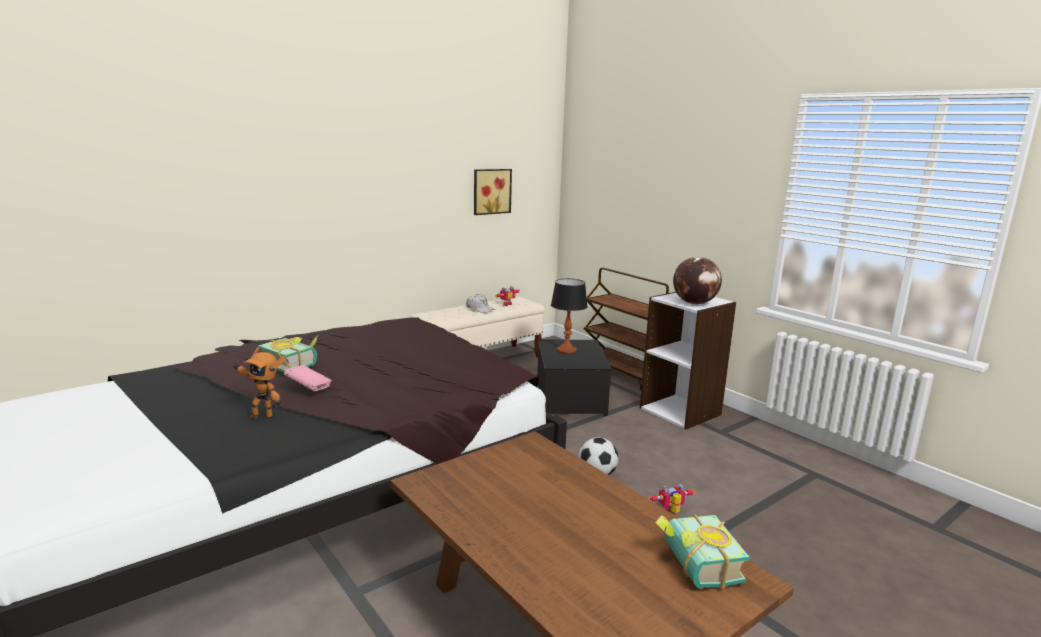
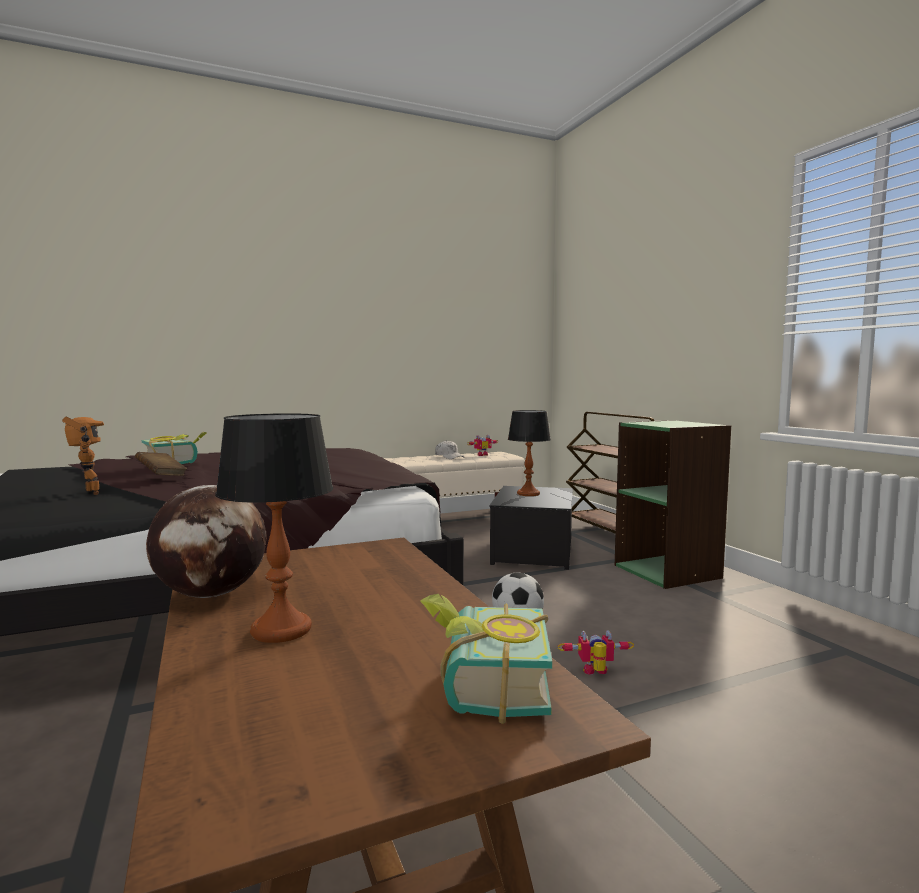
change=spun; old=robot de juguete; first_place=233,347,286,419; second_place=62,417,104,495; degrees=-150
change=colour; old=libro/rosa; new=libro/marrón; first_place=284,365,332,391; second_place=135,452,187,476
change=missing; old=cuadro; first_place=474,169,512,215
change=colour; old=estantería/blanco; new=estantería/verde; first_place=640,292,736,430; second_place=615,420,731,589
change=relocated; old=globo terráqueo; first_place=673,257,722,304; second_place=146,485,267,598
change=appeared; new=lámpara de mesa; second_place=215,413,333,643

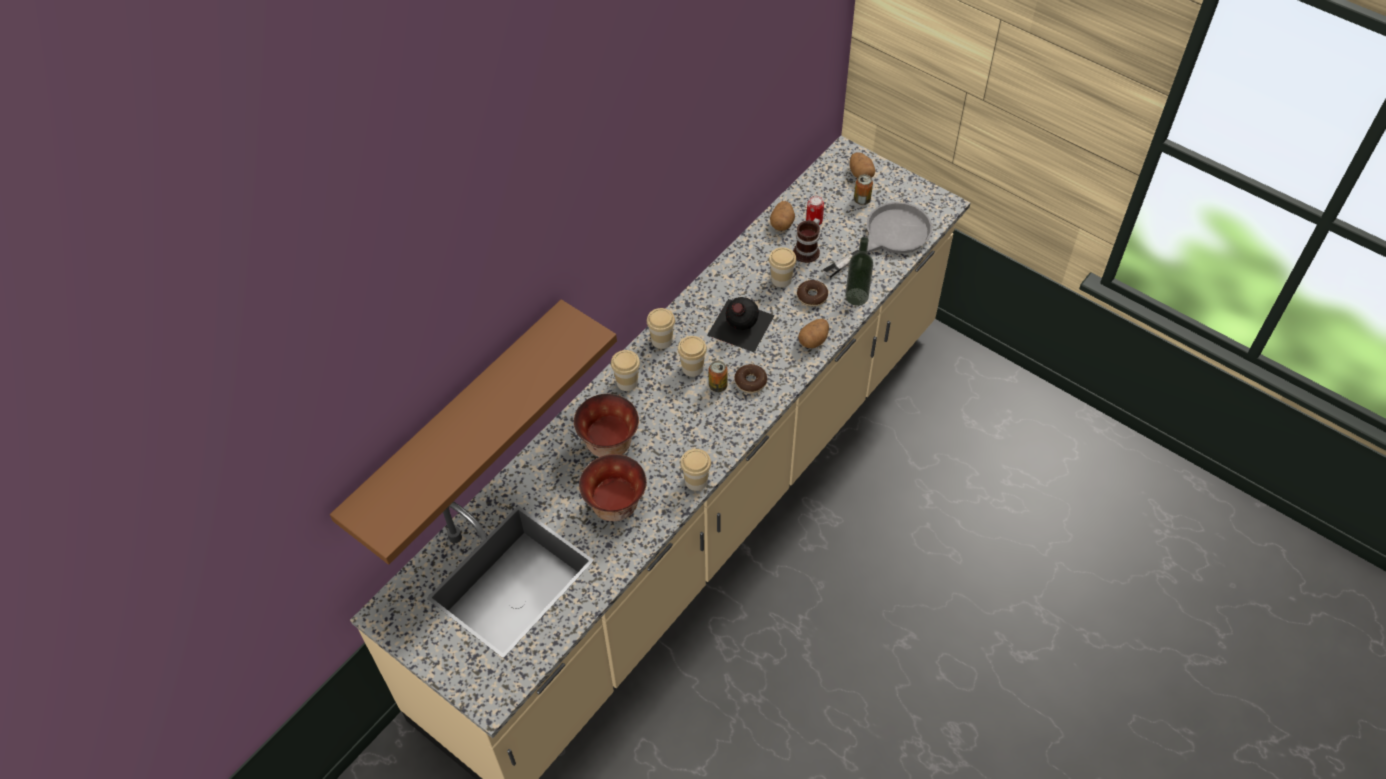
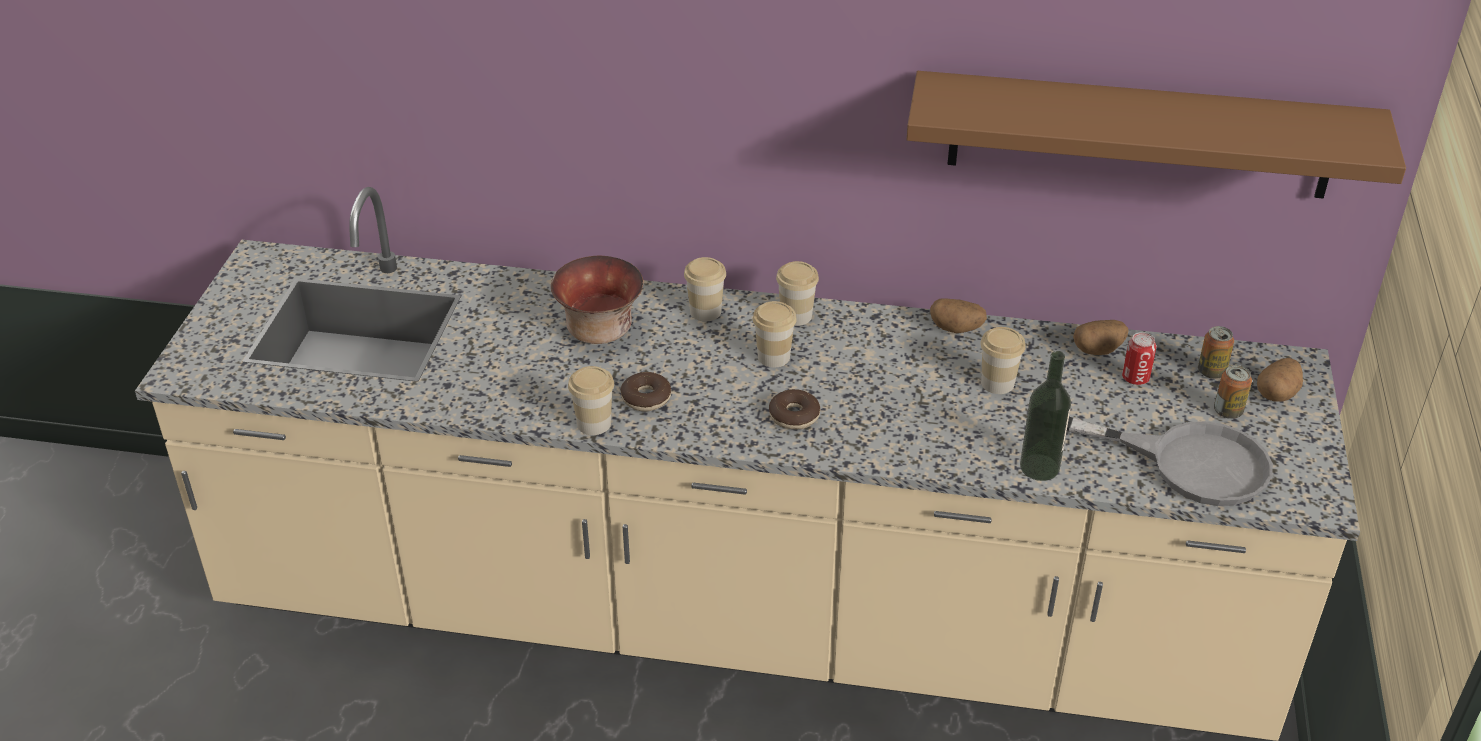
change=relocated; old=estante/marrón; first_place=330,299,617,565; second_place=906,71,1406,199
change=missing; old=cuenco; first_place=579,454,647,521
change=missing; old=botella/negro; first_place=707,297,775,352
change=relocated; old=lata; first_place=708,361,728,392; second_place=1198,326,1234,379
change=missing; old=taza grande; first_place=793,218,820,263
change=relocated; old=rosquilla; first_place=797,280,828,307; second_place=621,372,671,411
change=relocated; old=patata; first_place=798,319,829,348; second_place=930,299,987,333

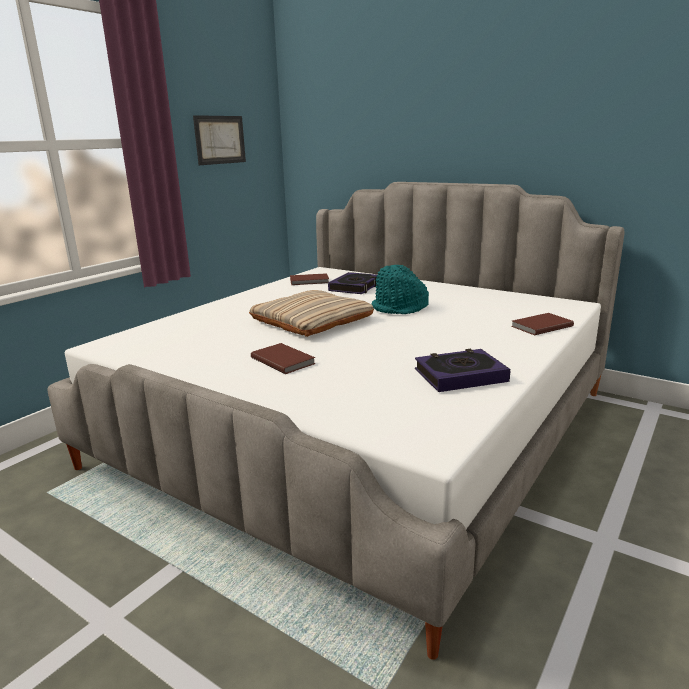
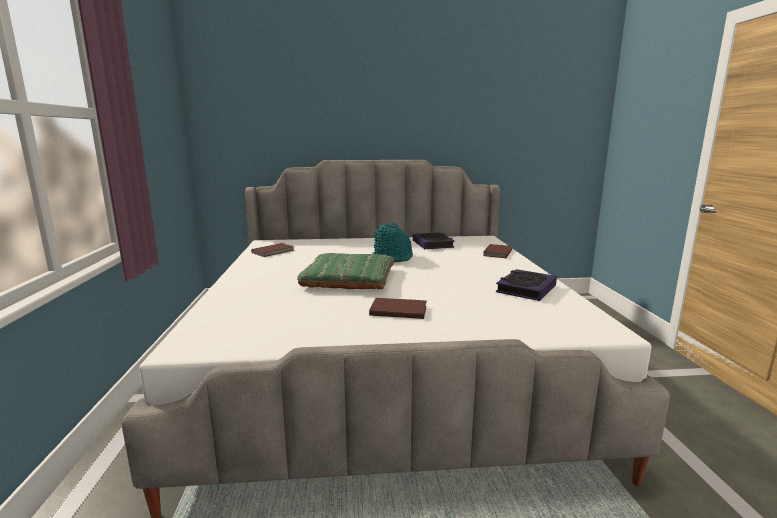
change=missing; old=cuadro; first_place=193,115,246,165
change=colour; old=cojín/beis; new=cojín/verde; first_place=249,290,374,337; second_place=297,253,394,289
change=relocated; old=libro; first_place=328,272,377,294; second_place=413,232,455,249

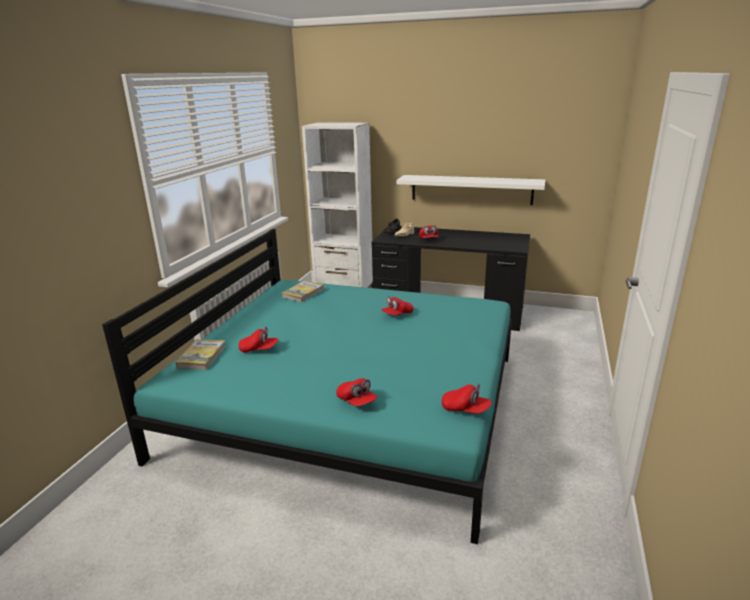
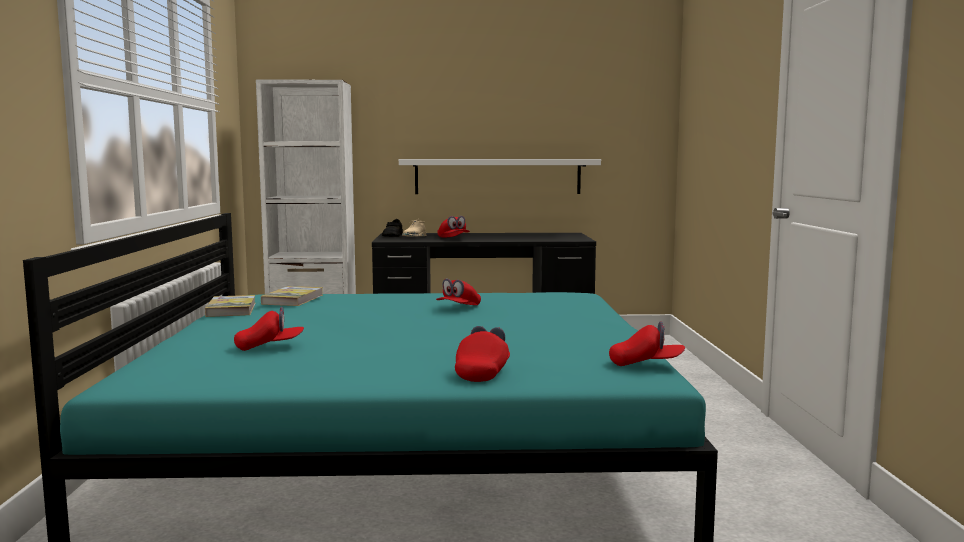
change=relocated; old=libro; first_place=175,339,226,370; second_place=205,295,256,317
change=spun; old=gorra/rojo; first_place=336,378,377,406; second_place=455,326,510,382; degrees=-105

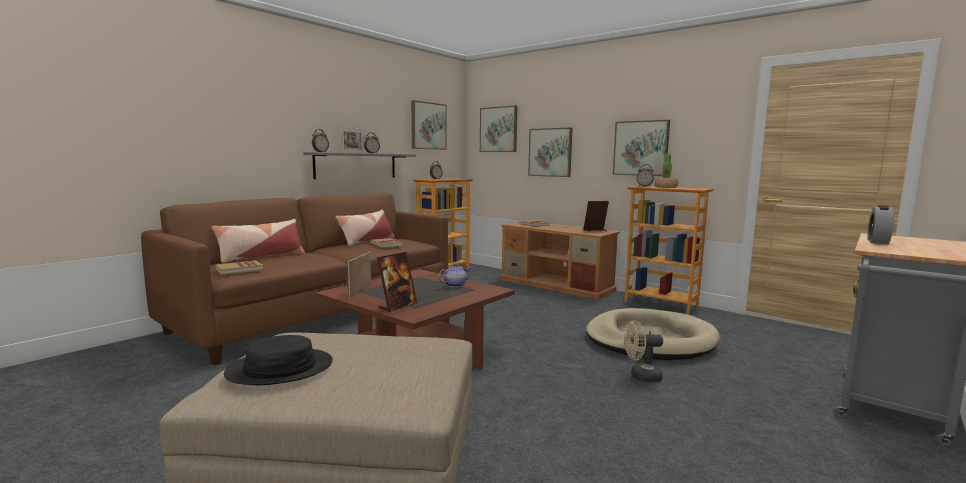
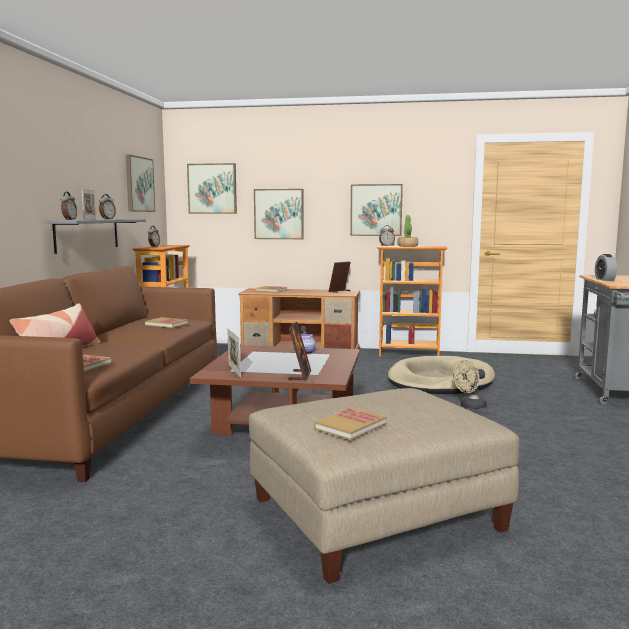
change=exchanged; old=sombrero/negro; new=libro; first_place=224,335,333,385; second_place=314,408,387,440
change=missing; old=cojín; first_place=336,210,395,246

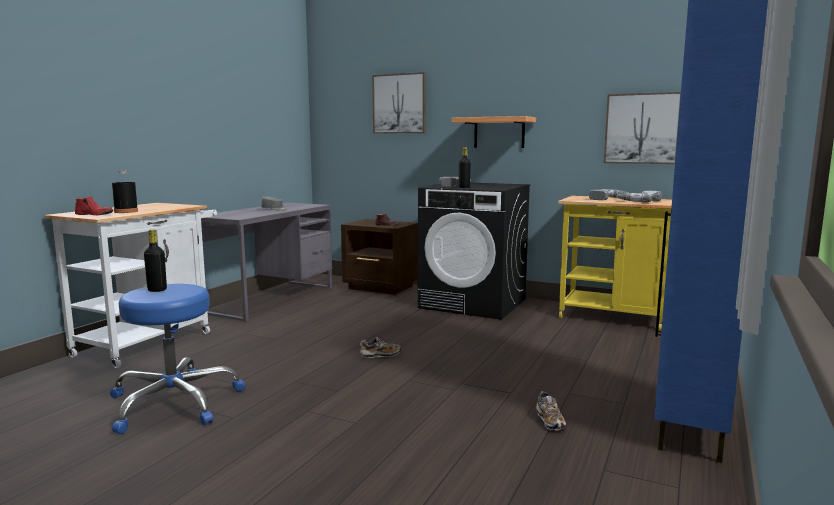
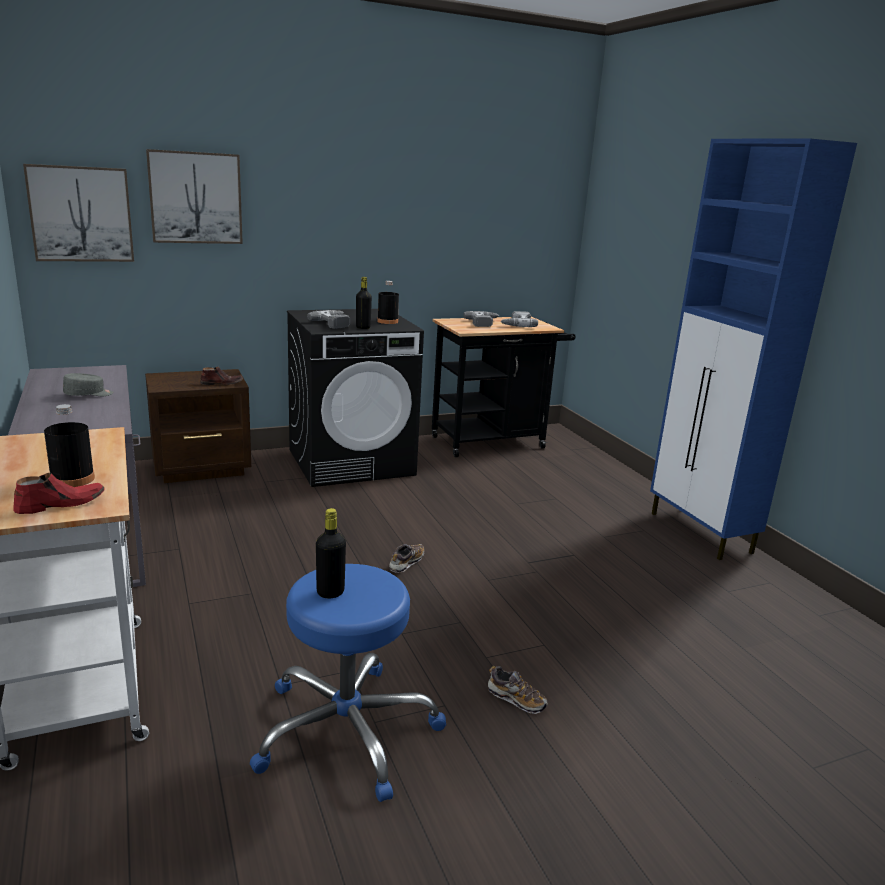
change=missing; old=estante; first_place=452,116,536,148
change=relocated; old=zapato; first_place=536,391,566,431; second_place=488,666,548,714
change=colour; old=carrito/amarillo; new=carrito/negro; first_place=558,196,672,331; second_place=432,317,576,457
change=relocated; old=cuadro; first_place=604,92,681,164; second_place=23,164,134,262
change=appeared; new=botella/negro; second_place=377,281,399,324

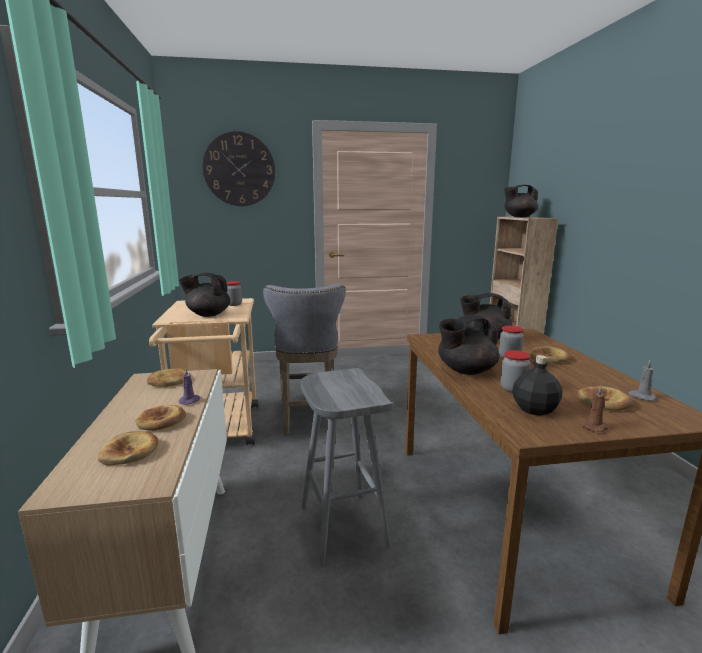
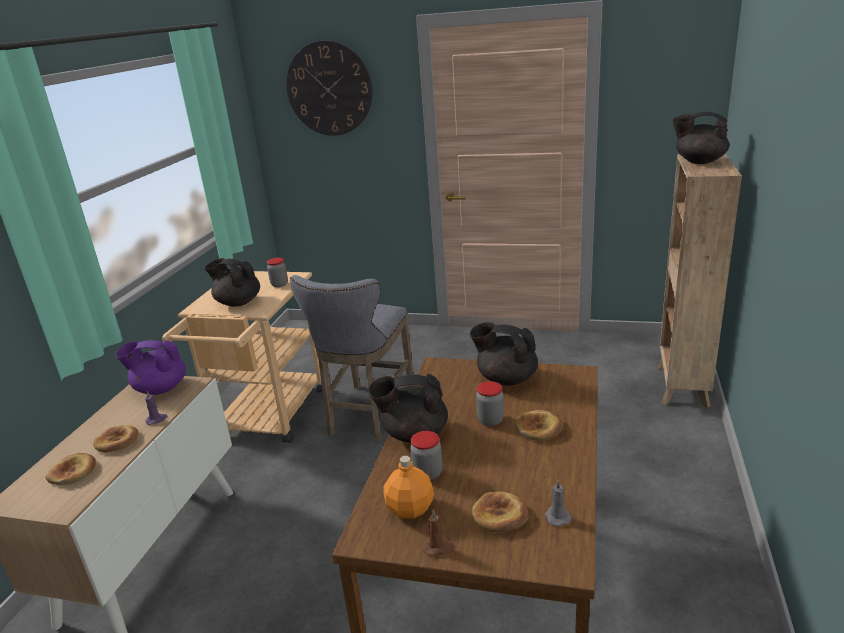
change=exchanged; old=pan; new=tetera/morado; first_place=147,368,185,387; second_place=115,340,186,395
change=missing; old=taburete/gris; first_place=301,368,394,565
change=colour; old=botella/negro; new=botella/naranja; first_place=512,355,562,416; second_place=383,456,434,518

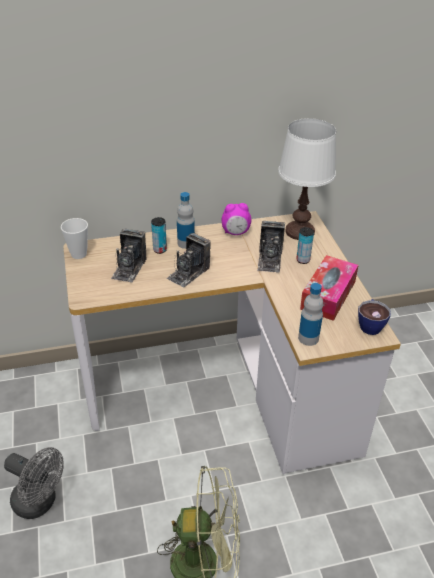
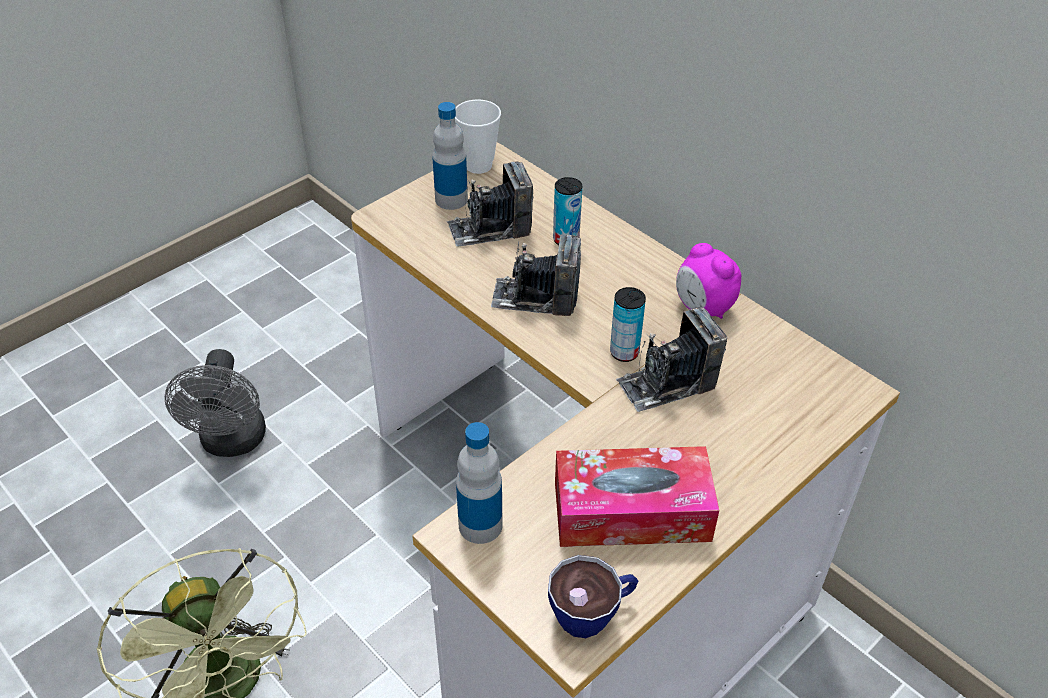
change=relocated; old=botella; first_place=177,192,195,249; second_place=432,102,468,210
change=missing; old=lámpara de mesa/blanco; first_place=278,118,336,240
change=relocated; old=lata; first_place=296,227,314,264; second_place=610,287,646,362

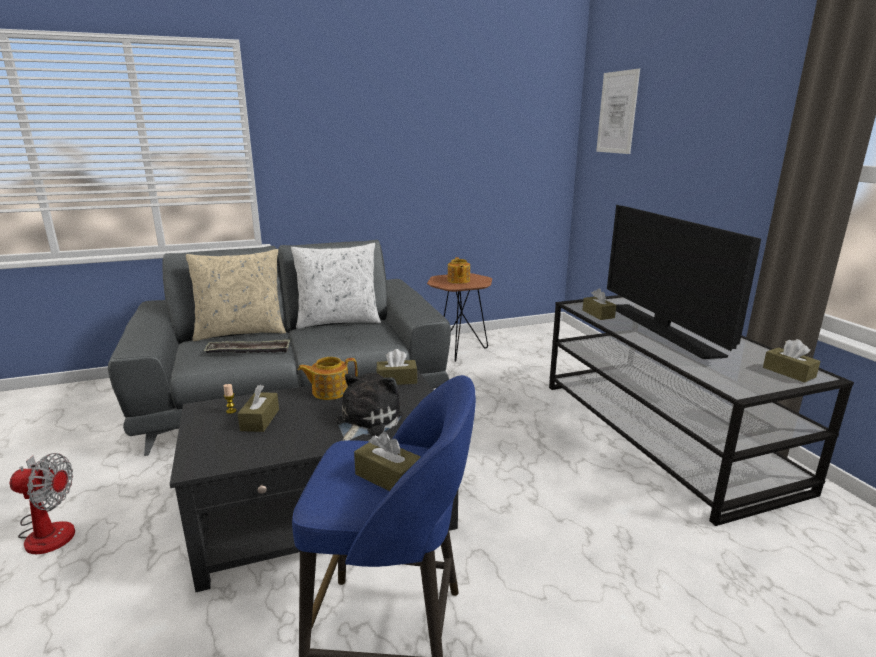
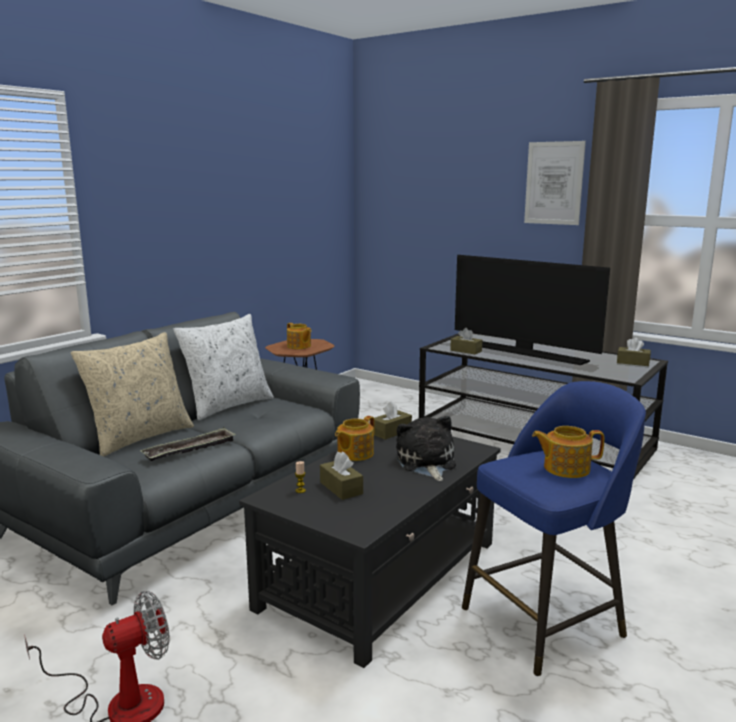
change=exchanged; old=caja de pañuelos/marrón; new=tetera; first_place=354,432,421,491; second_place=532,426,604,478
change=relocated; old=cuadro; first_place=596,69,640,154; second_place=524,141,586,225

